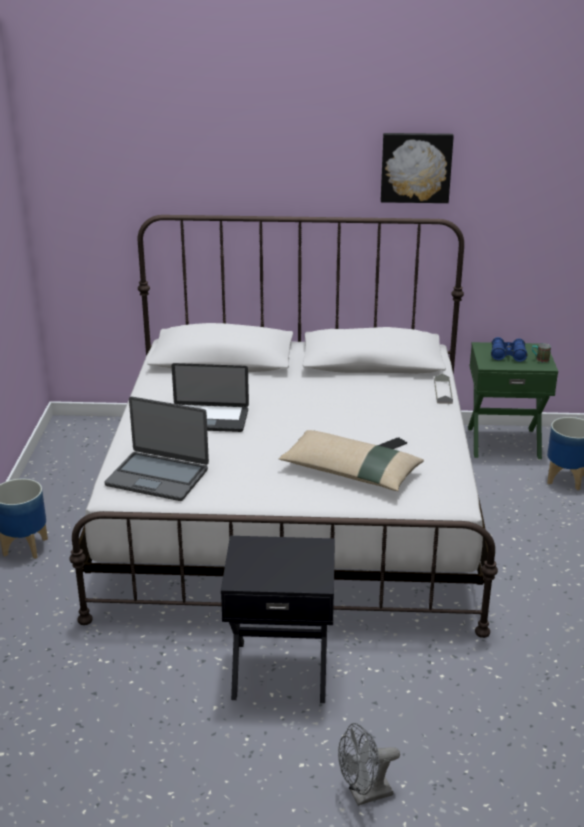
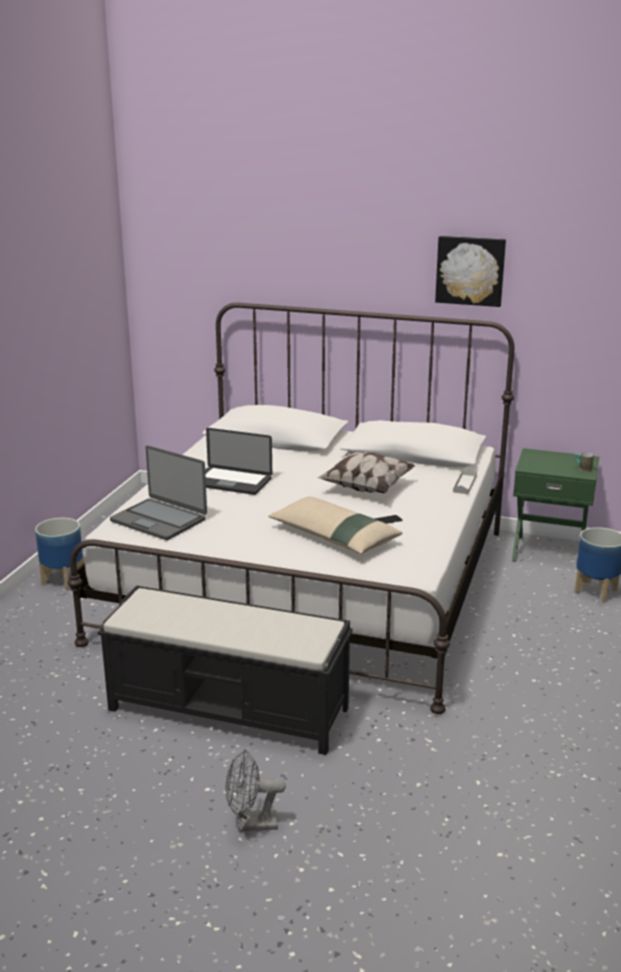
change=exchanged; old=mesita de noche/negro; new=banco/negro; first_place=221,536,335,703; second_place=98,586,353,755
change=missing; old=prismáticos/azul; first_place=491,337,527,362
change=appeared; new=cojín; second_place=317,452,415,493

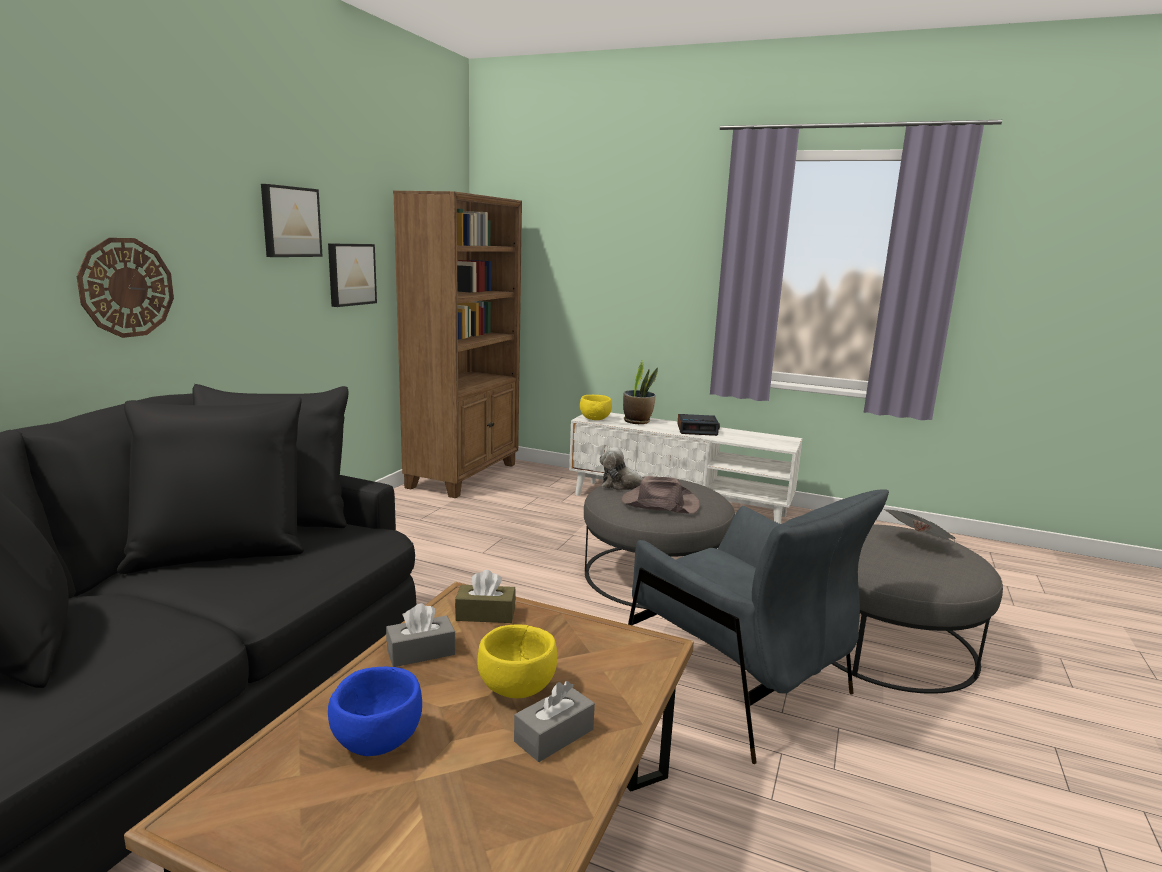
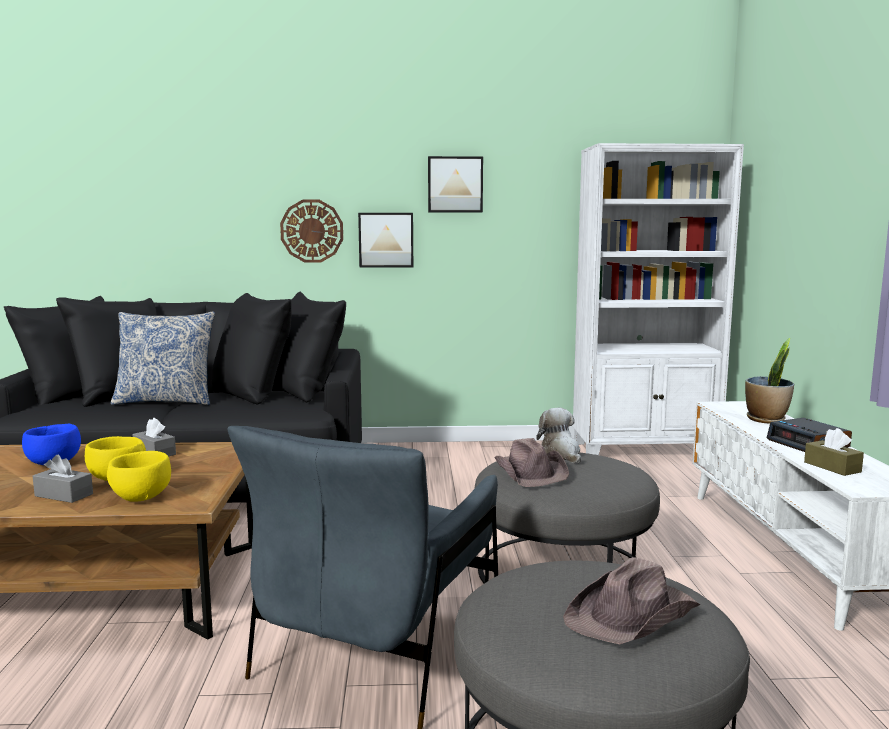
change=relocated; old=cuadro; first_place=328,243,377,307; second_place=358,213,413,268
change=colour; old=estantería/marrón; new=estantería/blanco; first_place=393,191,522,498; second_place=573,143,744,455
change=relocated; old=caja de pañuelos/marrón; first_place=455,570,516,623; second_place=804,428,864,476
change=relocated; old=cuenco/amarillo; first_place=580,395,612,420; second_place=107,451,171,502
change=exchanged; old=periódico; new=sombrero/marrón; first_place=883,509,956,541; second_place=563,557,701,644
change=appeared; new=cojín; second_place=111,312,215,405

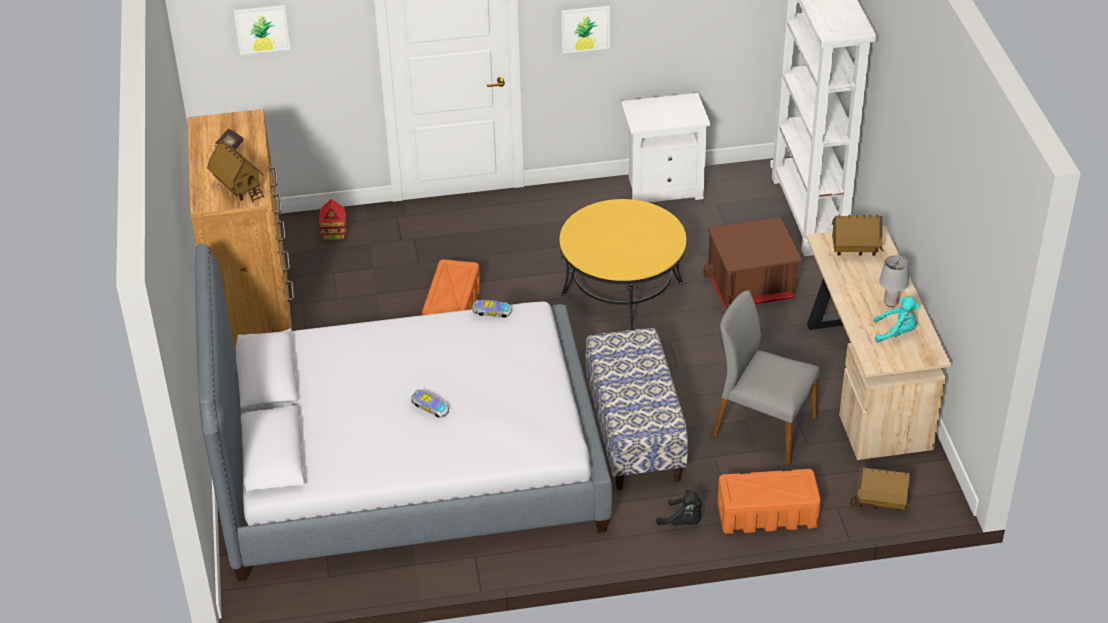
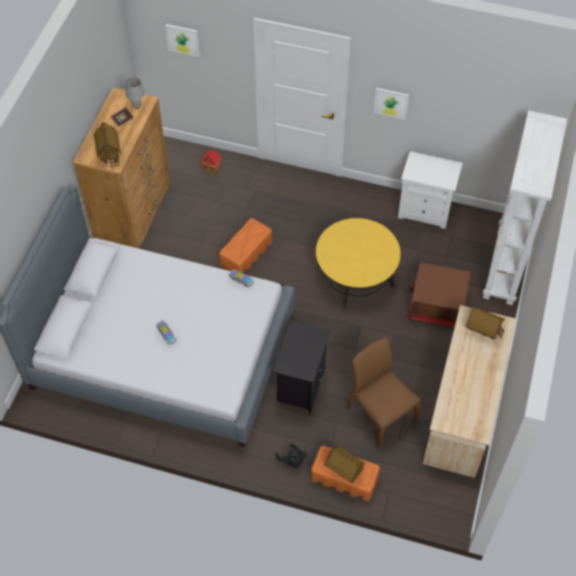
change=exchanged; old=banco; new=mesita de noche/negro; first_place=585,328,688,490; second_place=273,321,330,414
change=colour; old=silla/gris; new=silla/marrón; first_place=713,290,820,465; second_place=346,338,421,449
change=relocated; old=casita; first_place=850,467,911,511; second_place=323,445,366,483
change=missing; old=peluche/turquesa; first_place=874,297,919,342
change=relocated; old=lámpara de mesa/gris; first_place=879,255,909,307; second_place=126,77,144,109

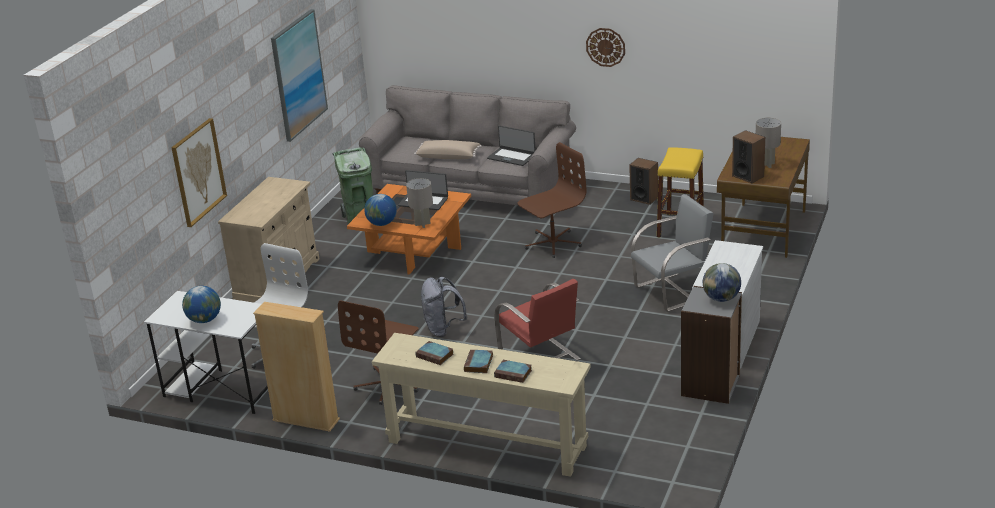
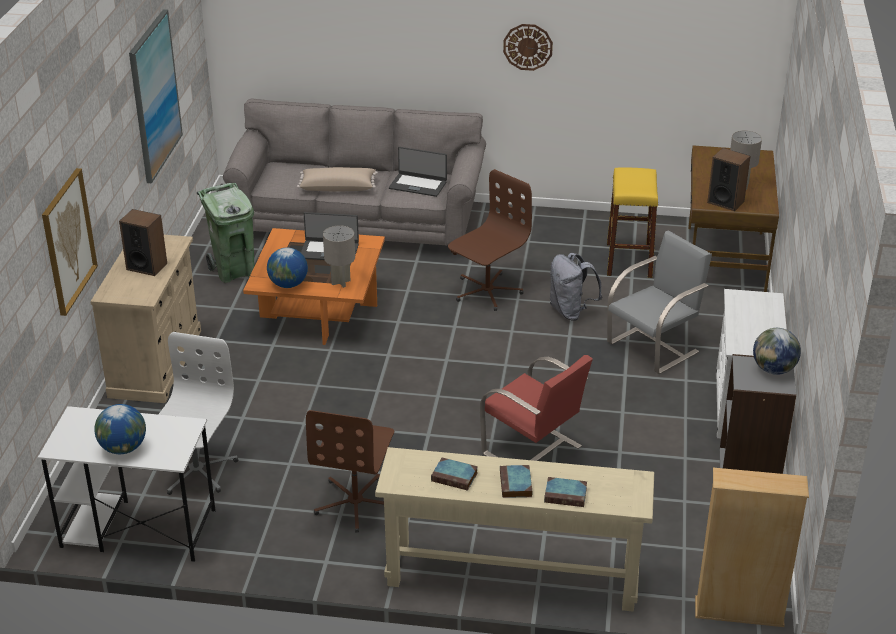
change=relocated; old=estantería/beis; first_place=253,302,340,431; second_place=695,468,809,627
change=relocated; old=mochila/gris; first_place=421,277,467,337; second_place=550,253,602,321
change=relocated; old=altavoz; first_place=629,158,658,205; second_place=119,209,167,276

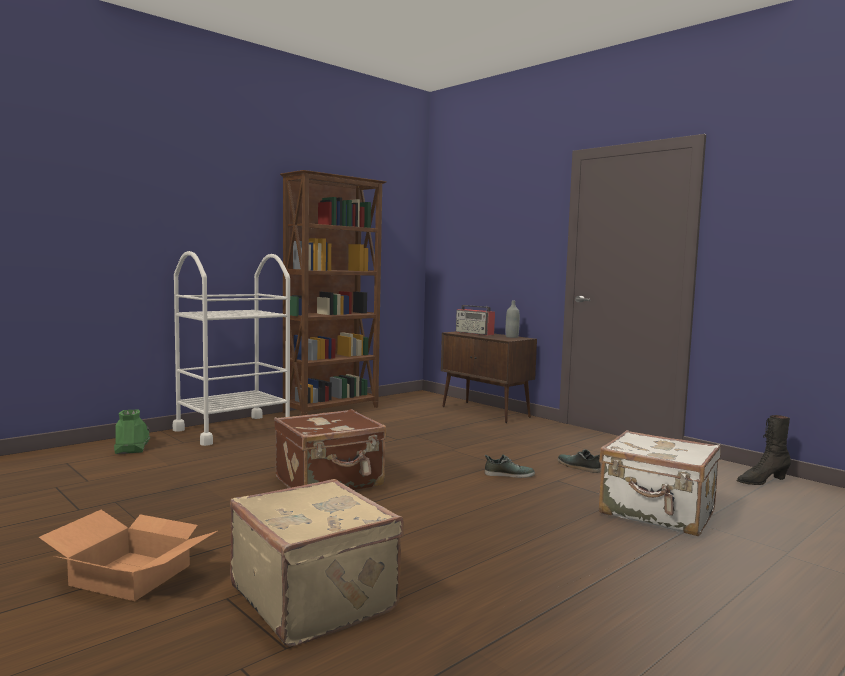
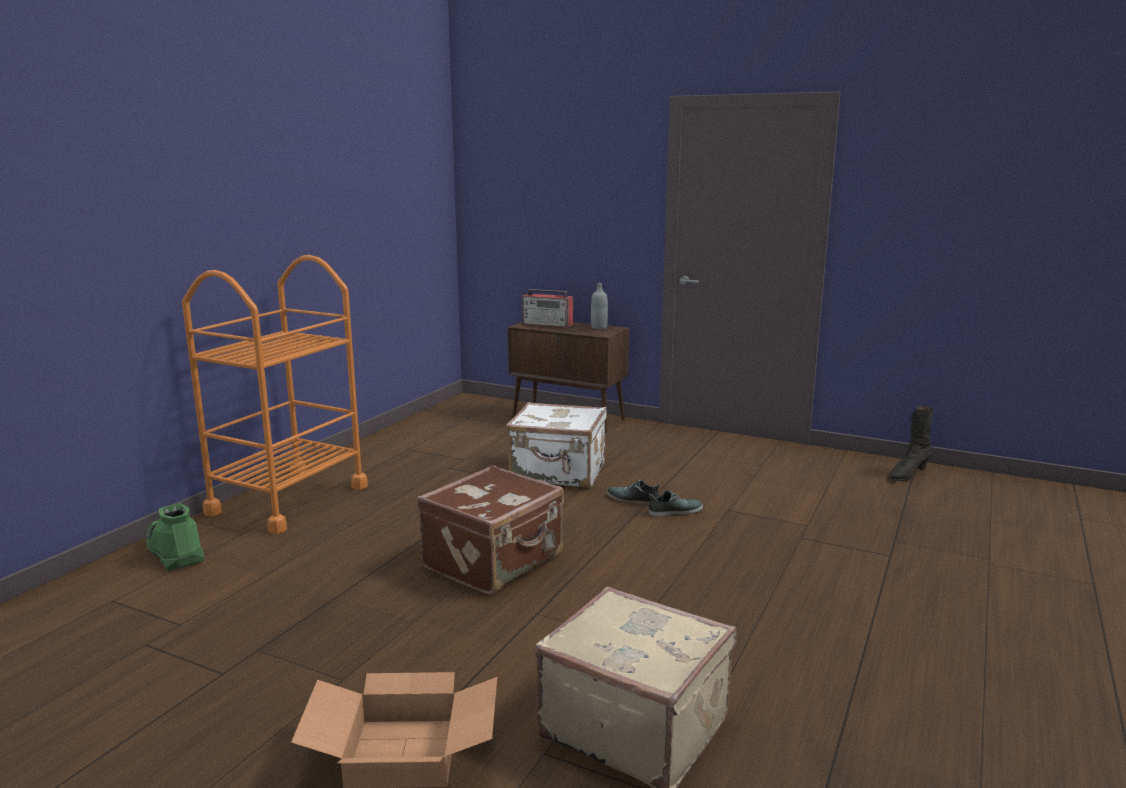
change=colour; old=carrito/blanco; new=carrito/naranja; first_place=173,251,290,446; second_place=182,255,368,534
change=missing; old=estantería/marrón; first_place=280,170,387,416
change=relocated; old=zapato; first_place=558,449,601,473; second_place=607,480,660,506
change=relocated; old=maleta/blanco; first_place=599,430,721,537; second_place=506,402,607,488

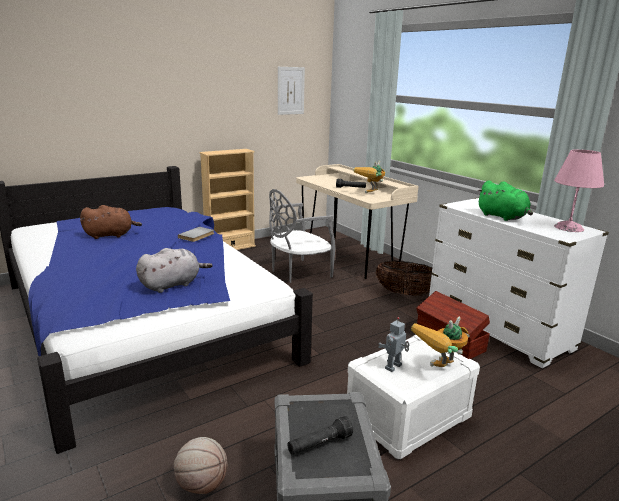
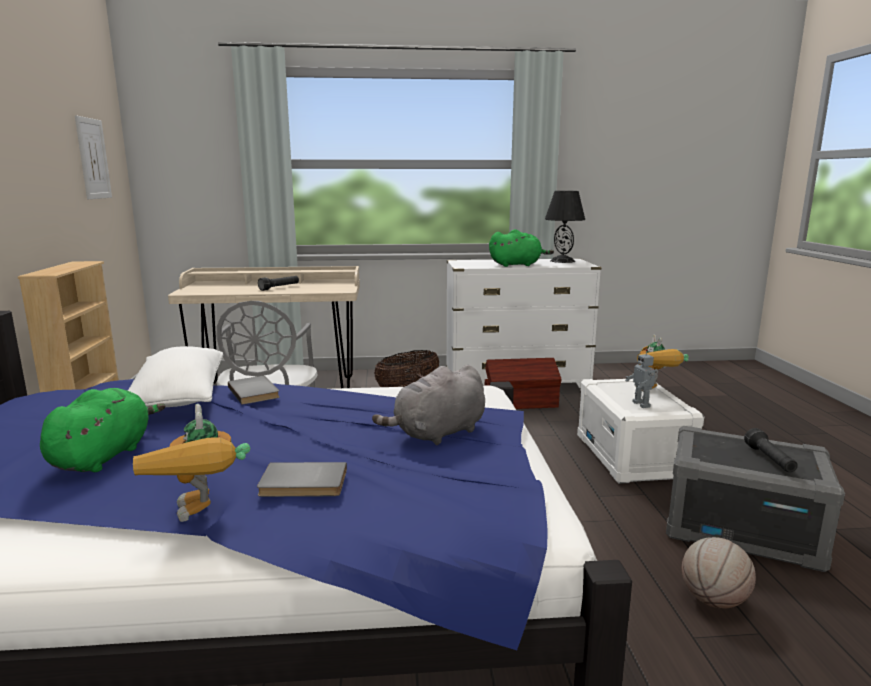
change=colour; old=peluche/marrón; new=peluche/verde; first_place=80,205,142,239; second_place=40,388,165,472
change=spun; old=peluche/gris; first_place=136,248,213,293; second_place=372,365,485,445; degrees=-120
change=relocated; old=robot de juguete; first_place=353,161,385,193; second_place=133,404,250,522
change=colour; old=lámpara de mesa/rosa; new=lámpara de mesa/negro; first_place=554,149,604,232; second_place=545,191,585,263
change=appeared; new=cojín/blanco; second_place=128,346,223,407
change=appeared; new=libro/gris; second_place=257,462,347,497

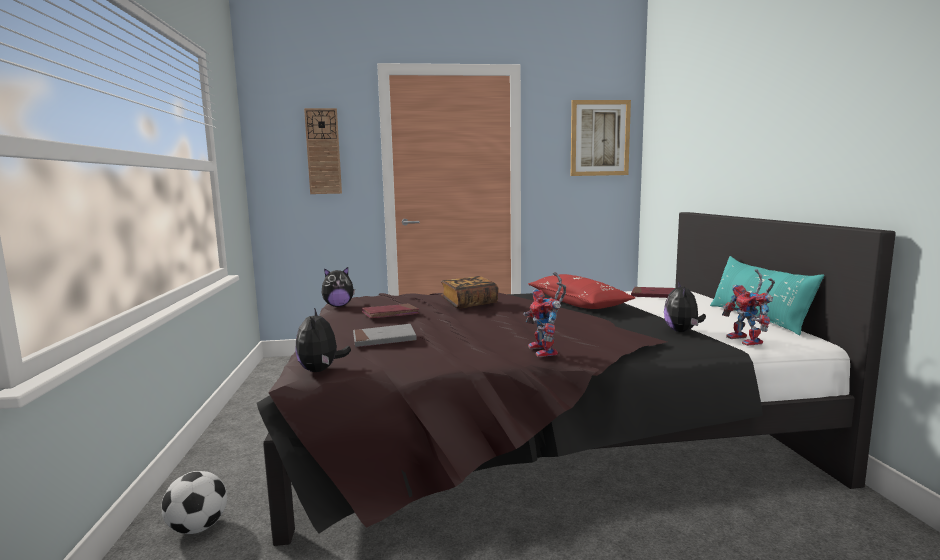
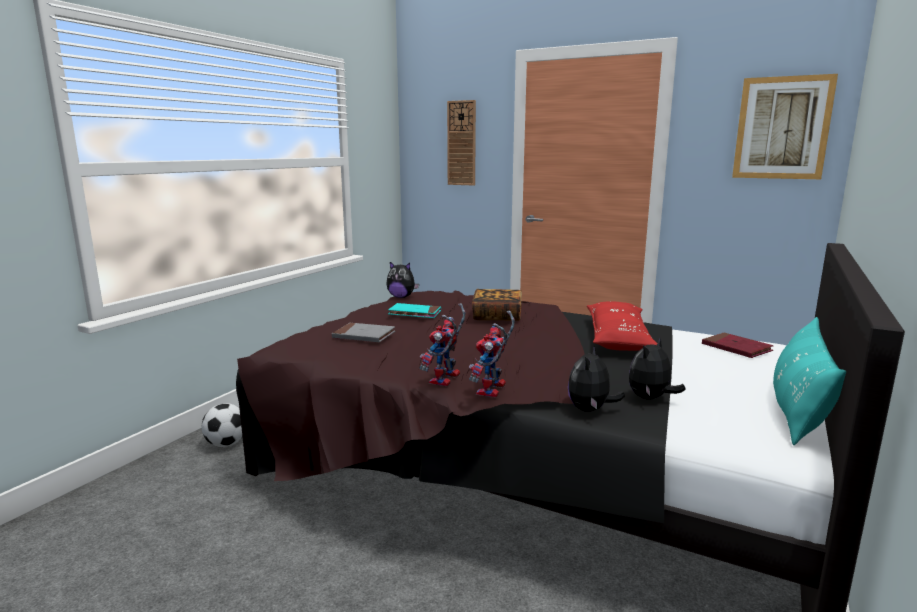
change=relocated; old=peluche; first_place=295,308,351,372; second_place=568,346,625,412
change=colour; old=libro/rojo; new=libro/turquesa; first_place=362,303,419,318; second_place=388,303,441,318
change=relocated; old=robot de juguete; first_place=722,269,775,346; second_place=469,311,515,398

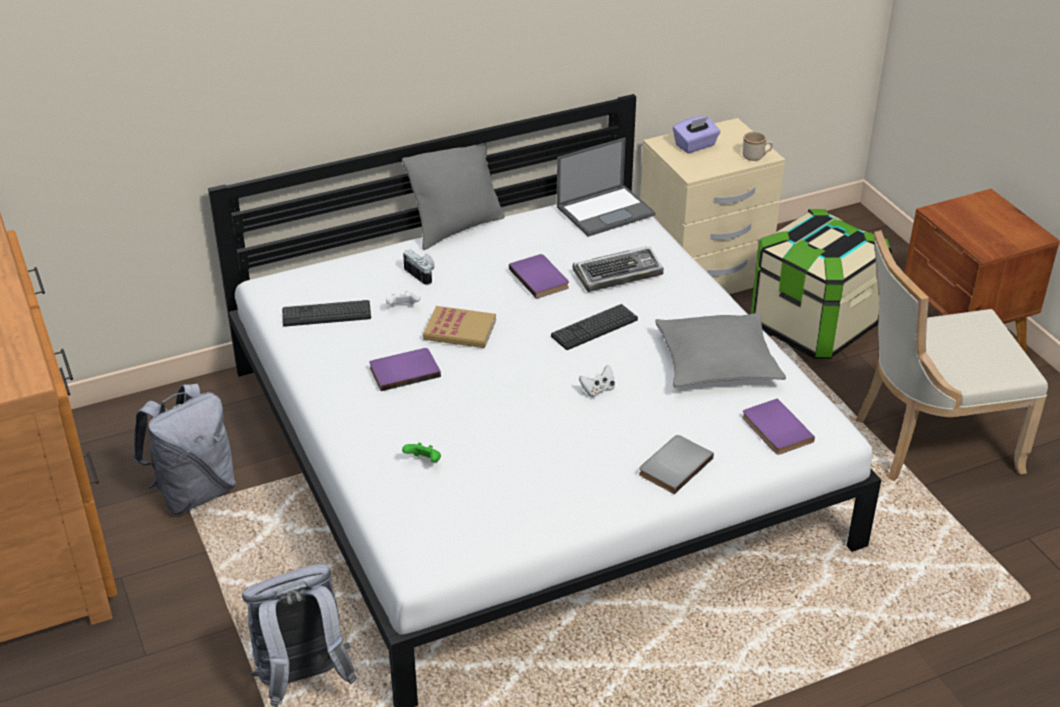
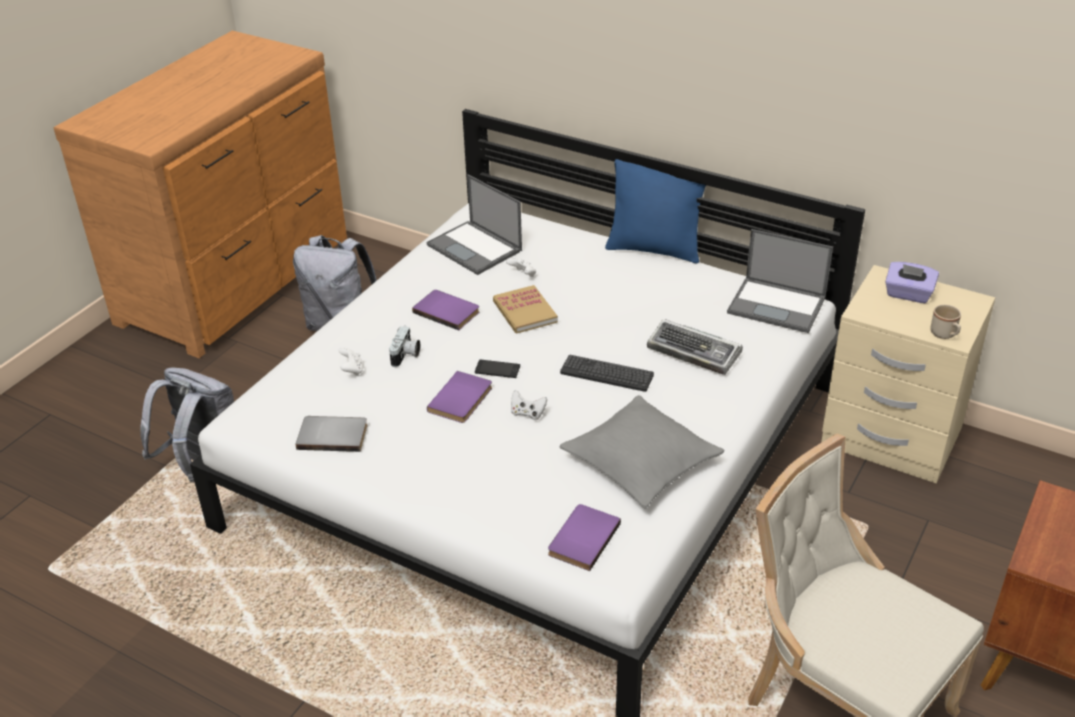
change=exchanged; old=teclado; new=portátil; first_place=282,300,371,327; second_place=427,174,522,275
change=colour; old=cojín/gris; new=cojín/azul; first_place=402,143,505,250; second_place=605,159,706,263
change=colour; old=mando de consola/verde; new=mando de consola/blanco; first_place=402,442,441,462; second_place=338,347,363,376
change=relocated; old=cámara; first_place=403,249,435,285; second_place=389,326,420,367
change=relocated; old=libro/morado; first_place=509,254,569,299; second_place=427,371,492,423
change=relocated; old=libro/gris; first_place=639,435,714,494; second_place=295,416,368,452
change=missing; old=caja de almacenaje; first_place=751,209,892,359
change=appeared; new=móvil; second_place=475,360,520,378

